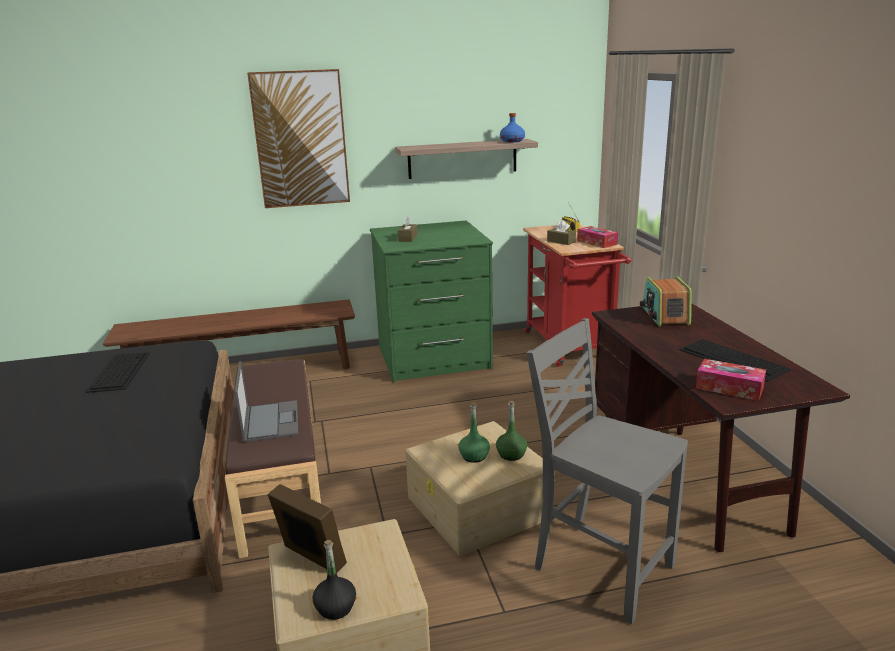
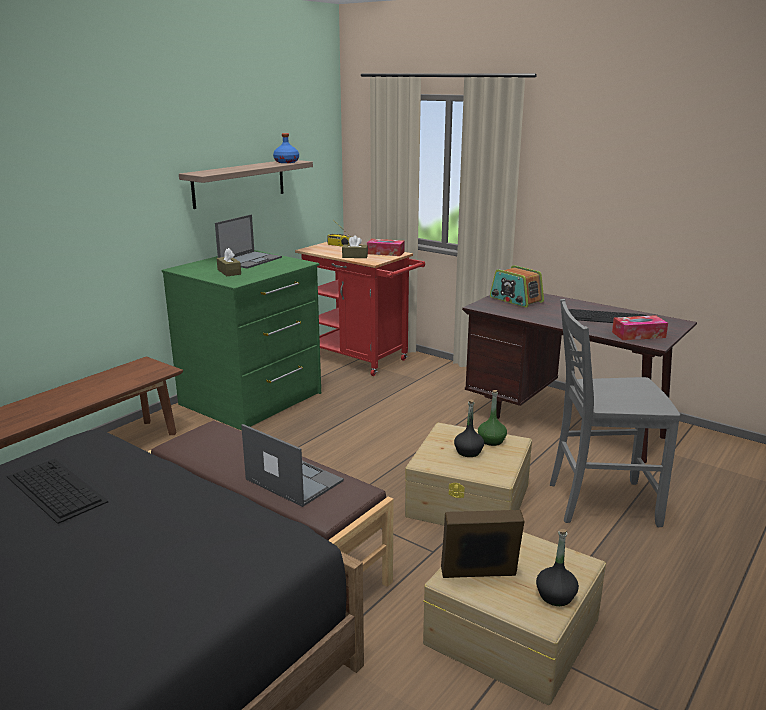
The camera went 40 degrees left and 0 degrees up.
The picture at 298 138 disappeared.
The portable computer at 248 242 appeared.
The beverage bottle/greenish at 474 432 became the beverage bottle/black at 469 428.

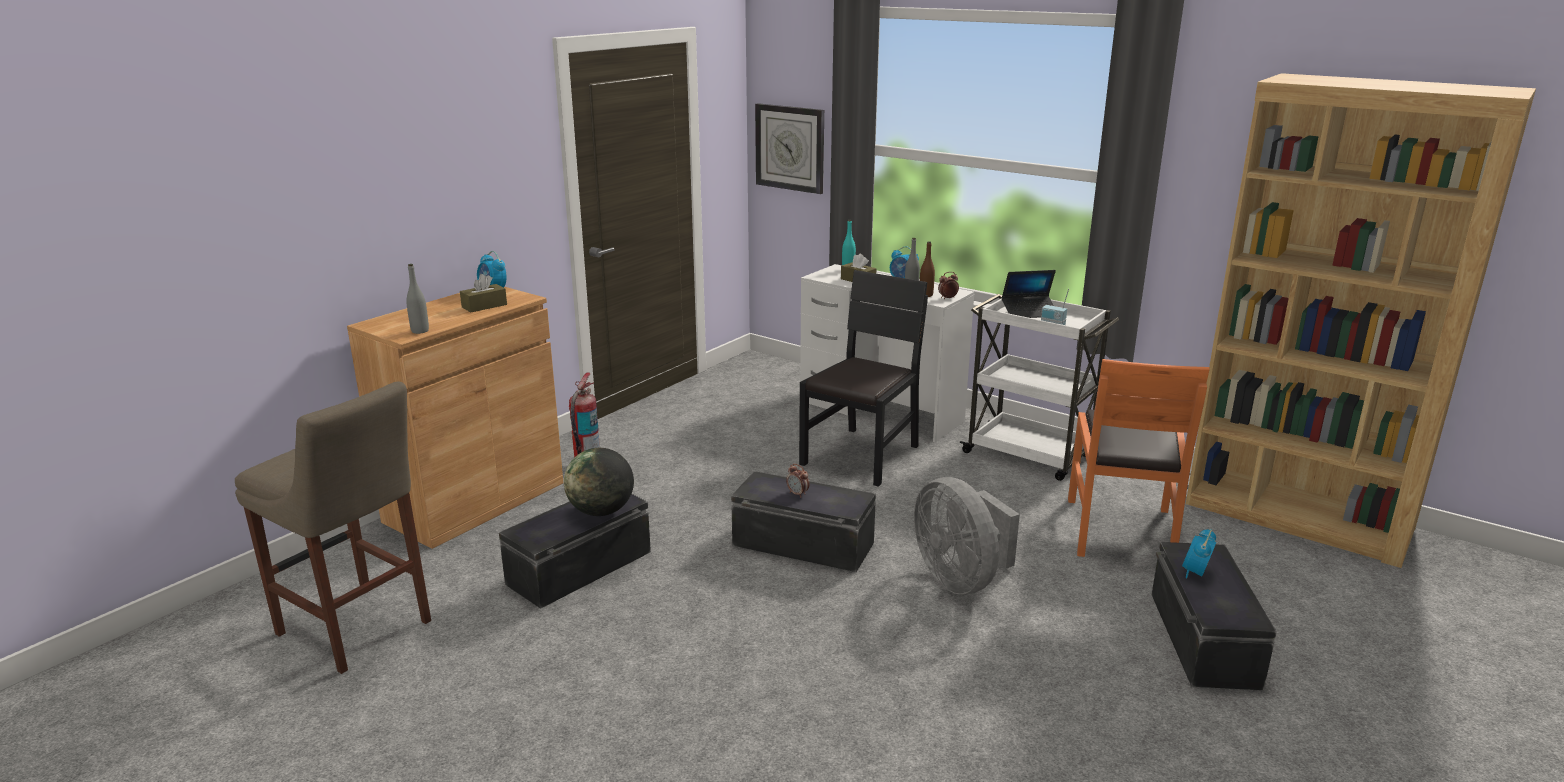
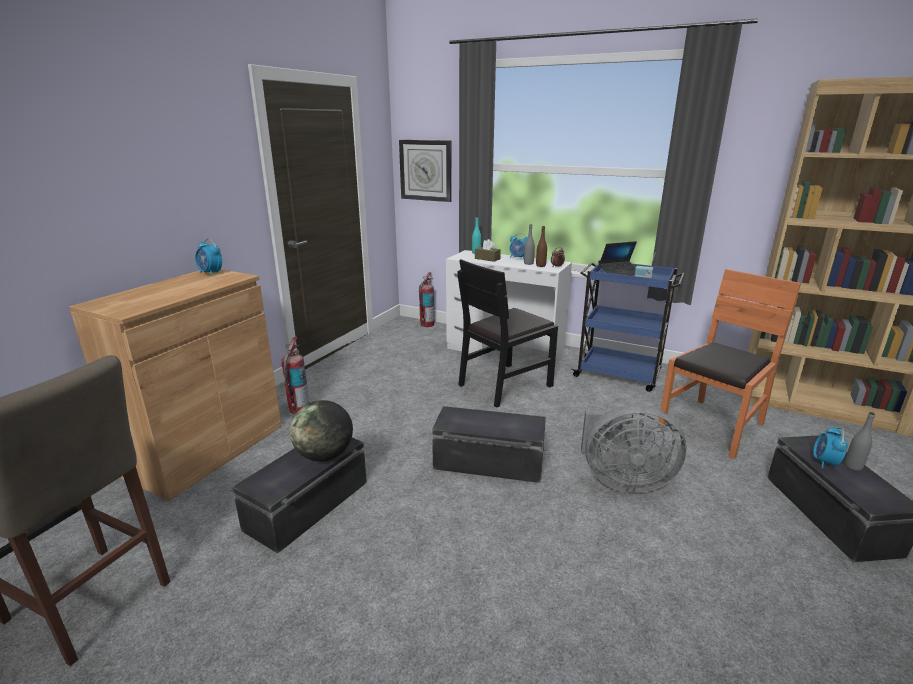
The camera went 10 degrees left and 0 degrees up.
The tissue box/brown at 483 293 disappeared.
The table clock at 797 480 disappeared.
The fire-fighting cylinder at 427 299 appeared.
The beverage bottle/gray moved from 417 299 to 860 441.
The wheeled cart/whitish at 1039 387 became the wheeled cart/blue at 628 326.
The upright chair/black at 863 378 turned 150 degrees counterclockwise.
The electric fan/gray at 967 535 turned 45 degrees counterclockwise.
The upright chair/orangey at 1138 458 turned 135 degrees counterclockwise.

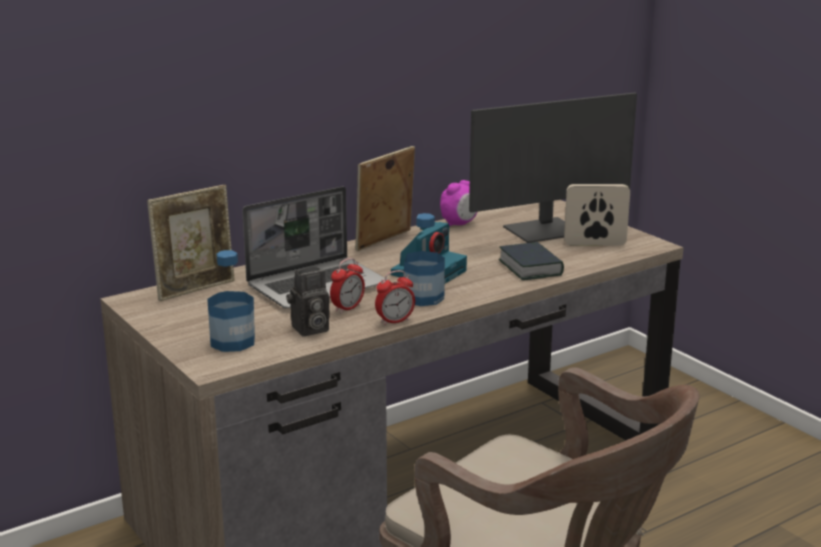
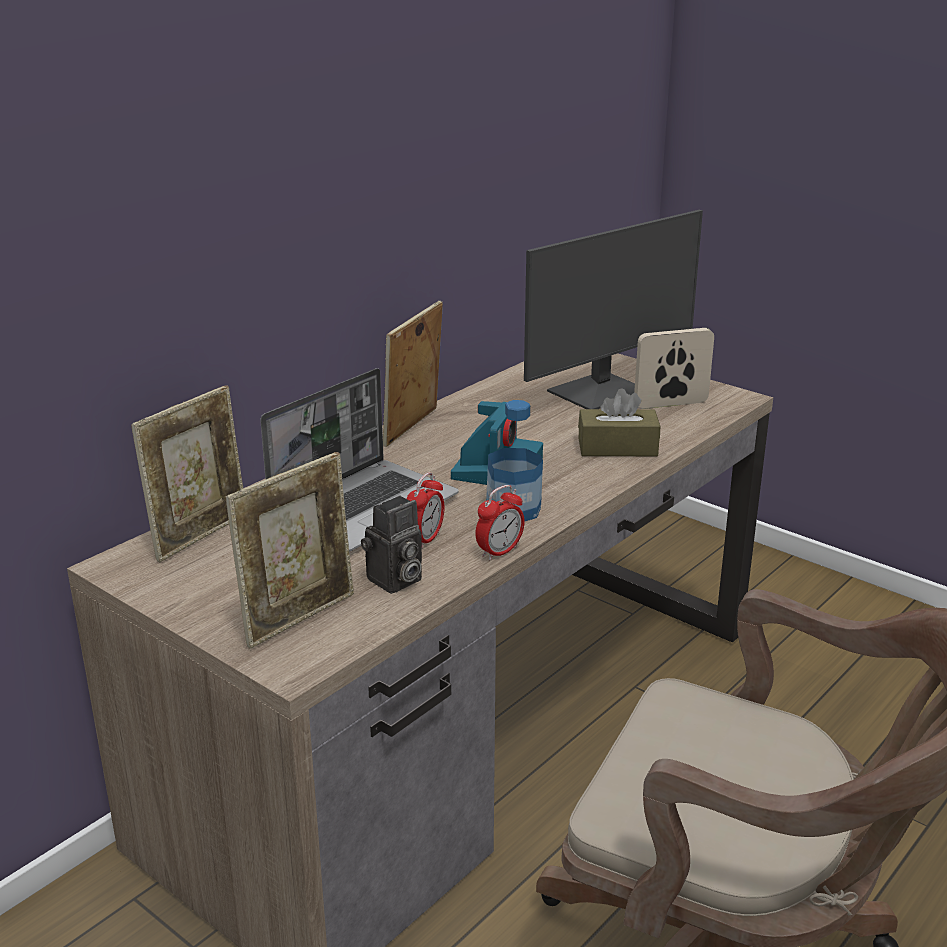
The camera went 15 degrees left and 5 degrees up.
The table clock at 458 203 disappeared.
The beverage bottle at 231 301 was replaced by the photo frame at 290 550.
The volume at 531 261 was replaced by the tissue box/brown at 619 422.

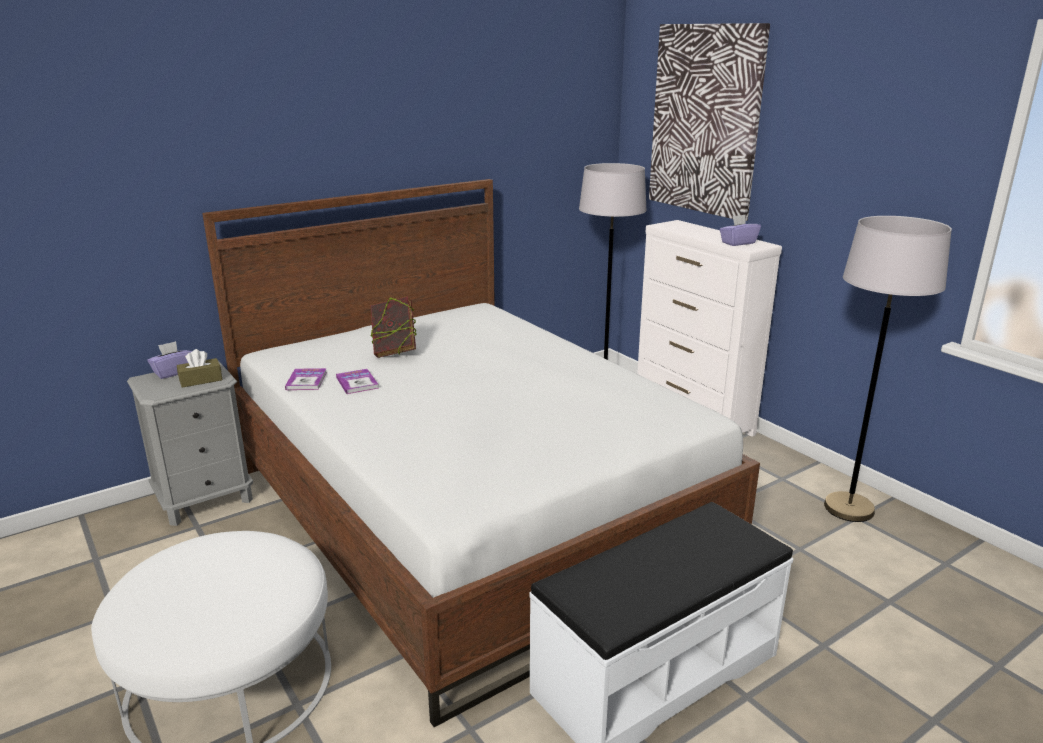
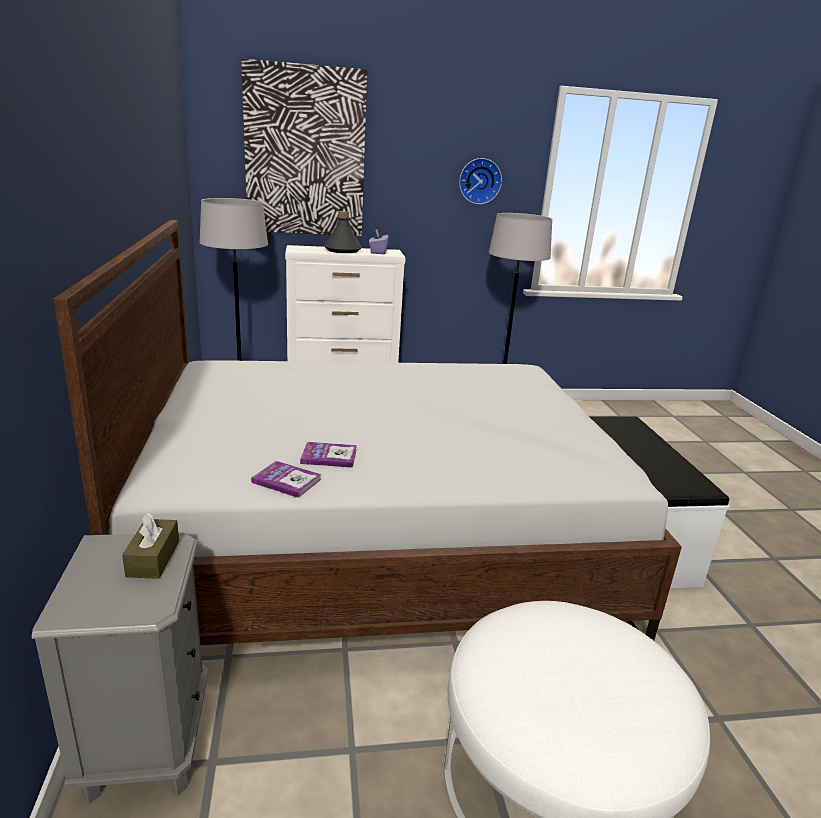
The camera went 65 degrees left and 0 degrees up.
The tissue box/purple-coloured at 169 360 disappeared.
The volume at 393 327 disappeared.
The beverage bottle/gray at 343 232 appeared.
The wall clock at 480 181 appeared.

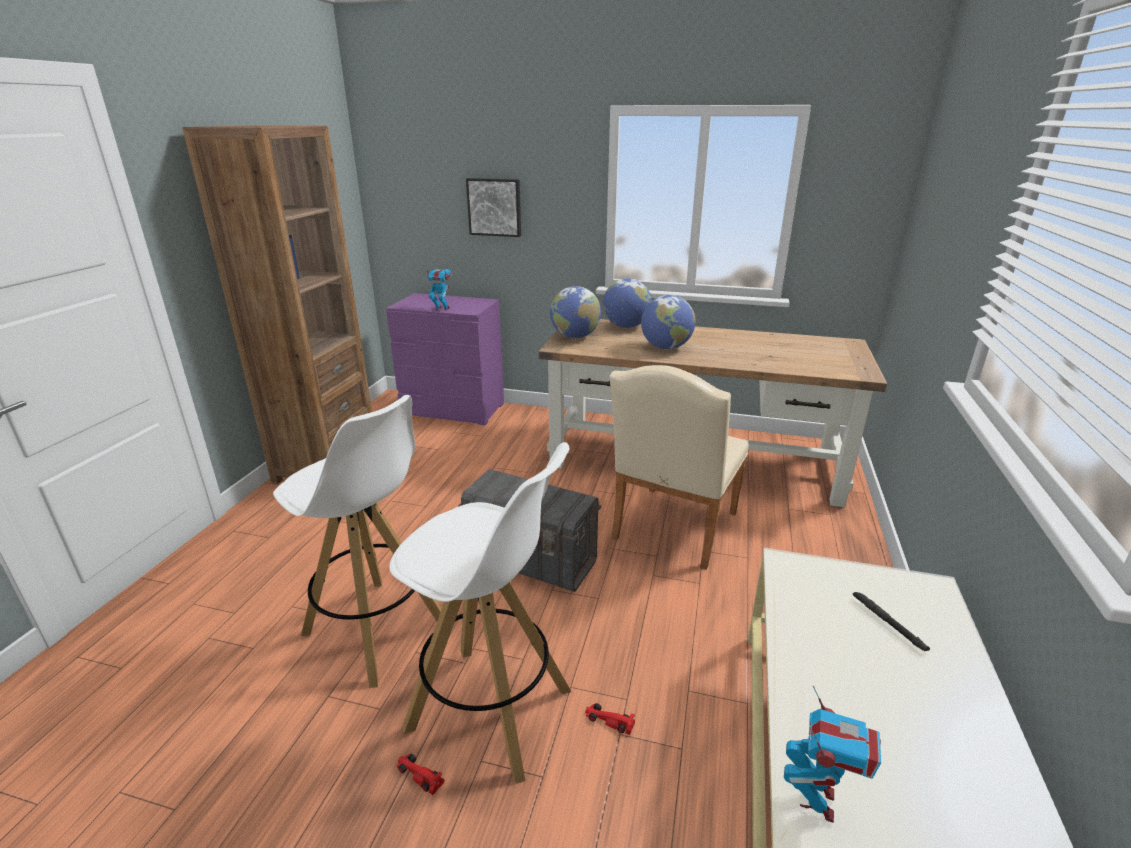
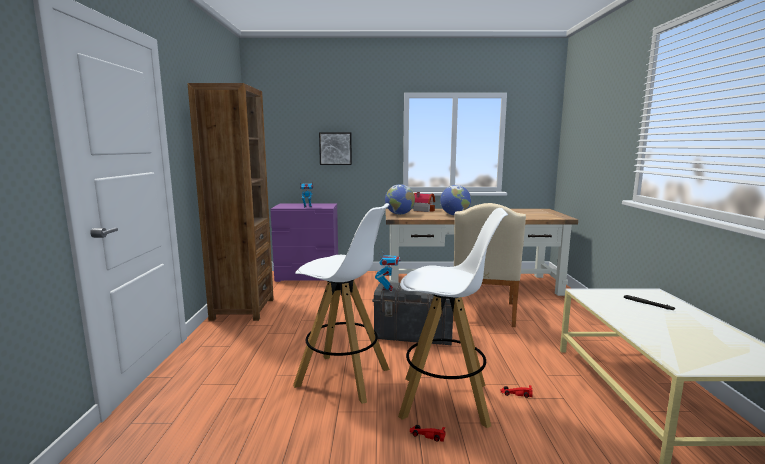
The camera went 15 degrees left and 15 degrees down.
The model robot moved from 832 754 to 388 269.
The globe at 627 303 was replaced by the miniature house at 424 202.

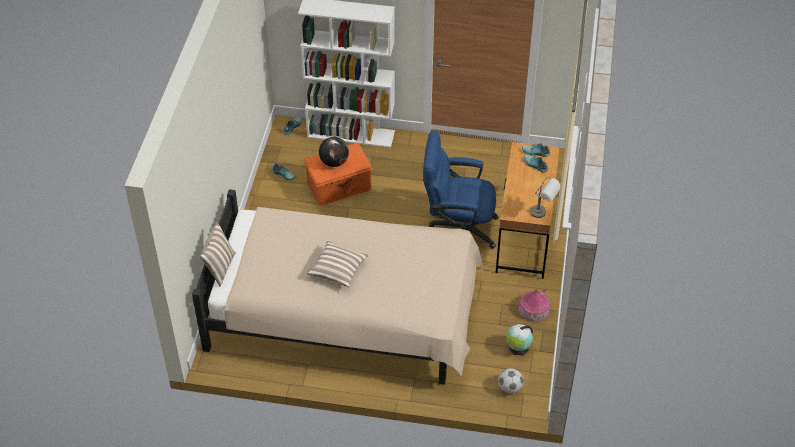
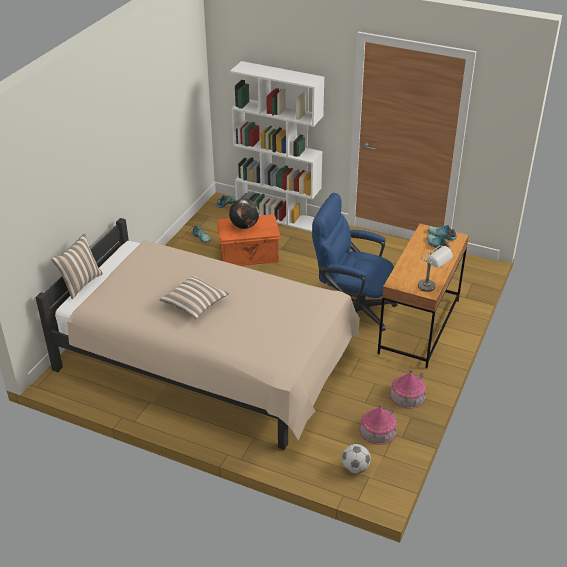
The camera went 15 degrees right and 10 degrees down.
The globe at 519 340 was replaced by the miniature house at 378 424.

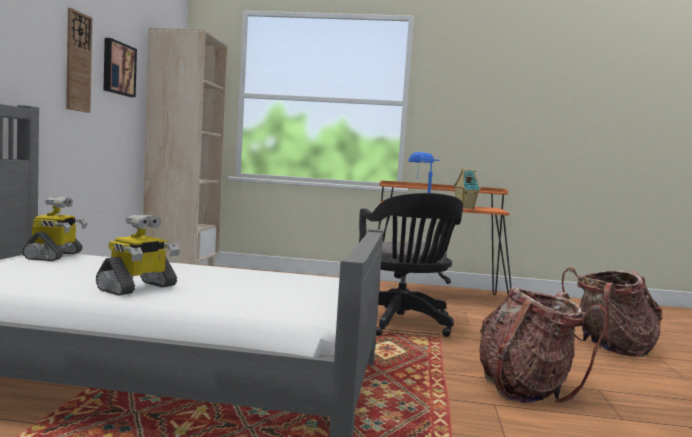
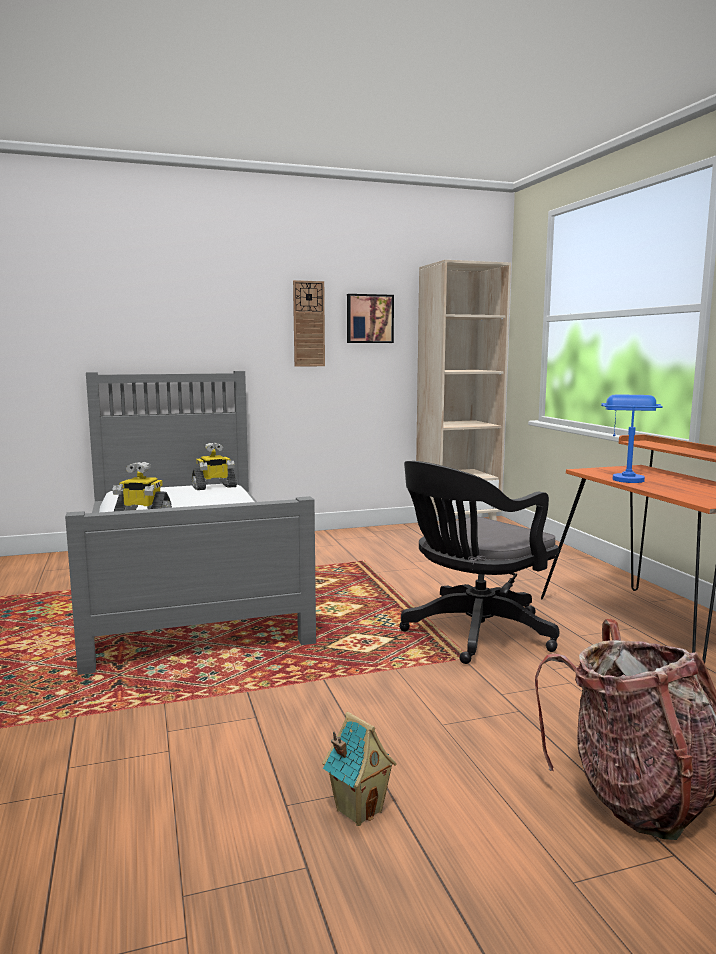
The camera went 65 degrees right and 5 degrees up.
The knapsack at 543 345 disappeared.
The miniature house moved from 467 189 to 359 769.

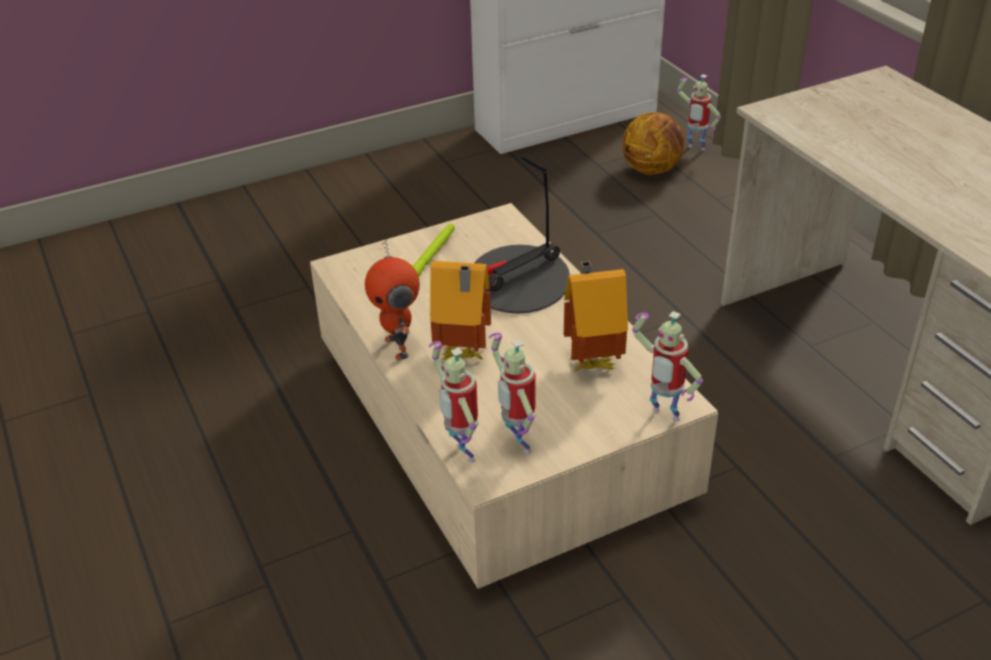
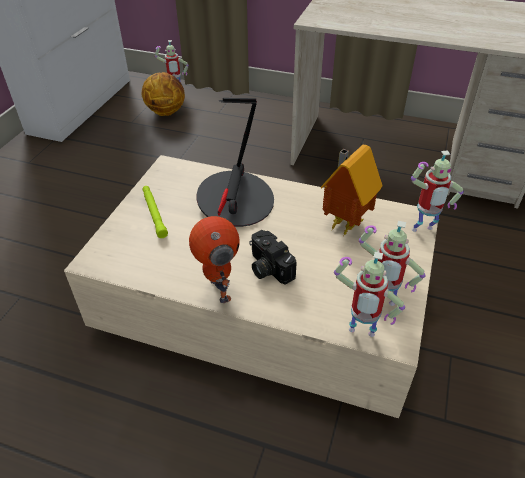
The camera went 45 degrees left and 5 degrees up.
The miniature house at 460 310 was replaced by the still camera at 273 257.
The model robot at 392 299 turned 135 degrees counterclockwise.

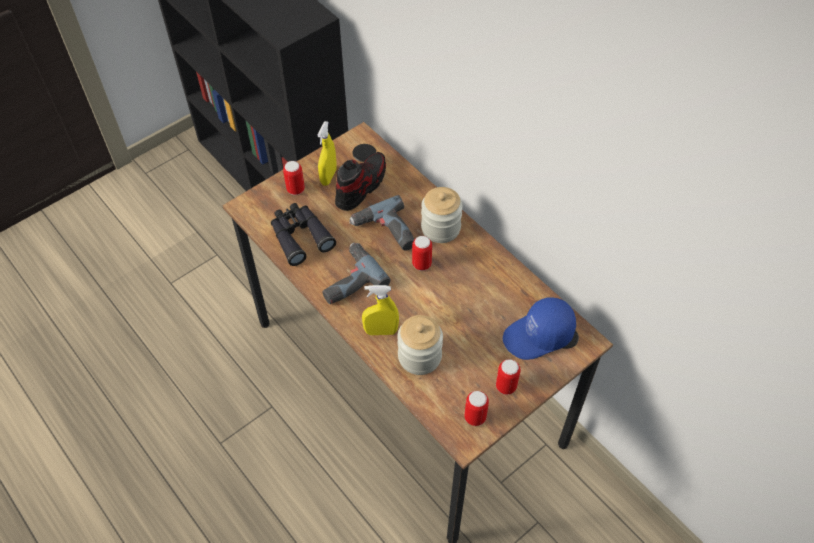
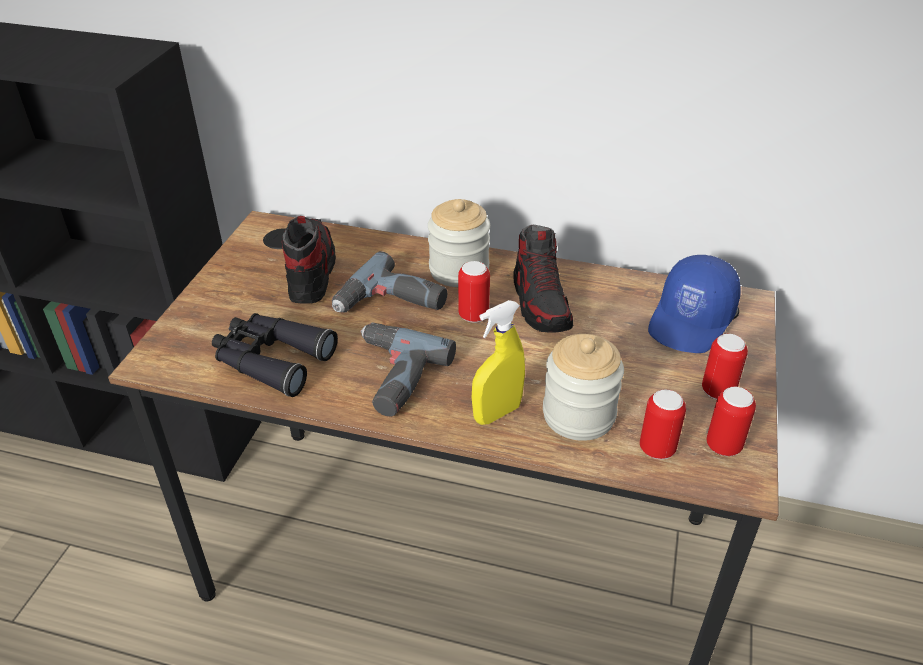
The camera went 35 degrees left and 15 degrees down.
The spray bottle/yellow-coloured at 327 153 disappeared.
The shoe at 543 279 appeared.
The can moved from 294 178 to 663 424.

